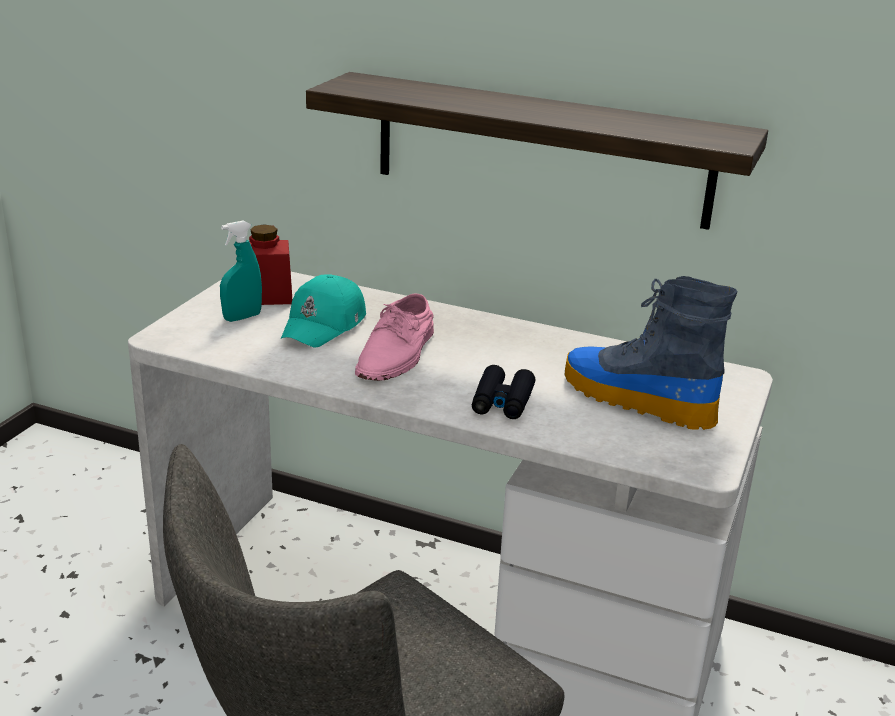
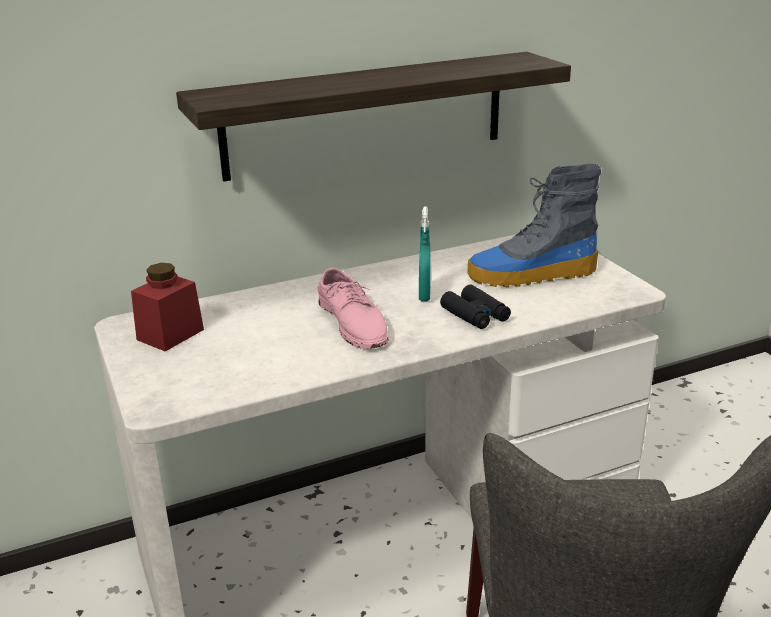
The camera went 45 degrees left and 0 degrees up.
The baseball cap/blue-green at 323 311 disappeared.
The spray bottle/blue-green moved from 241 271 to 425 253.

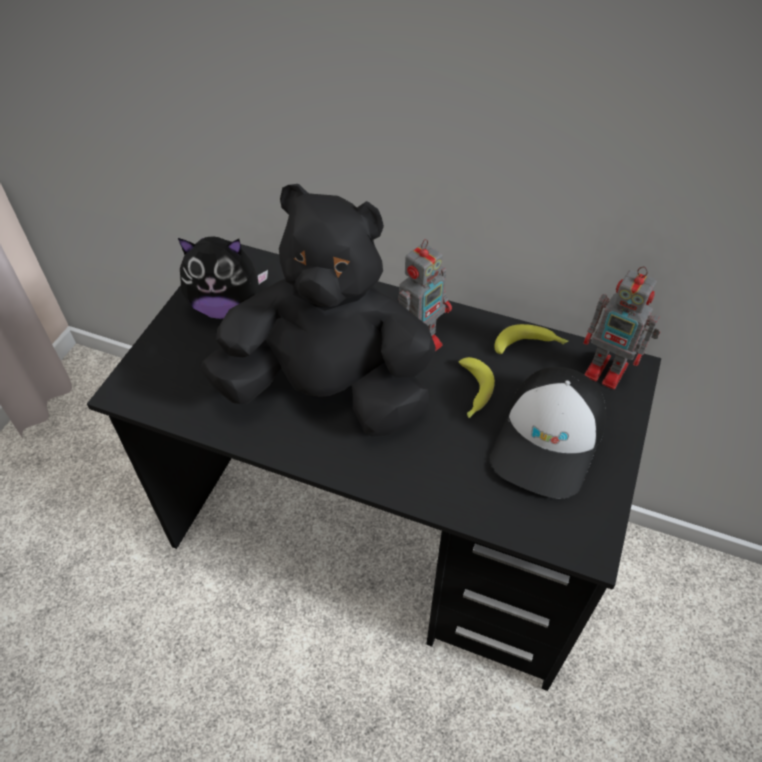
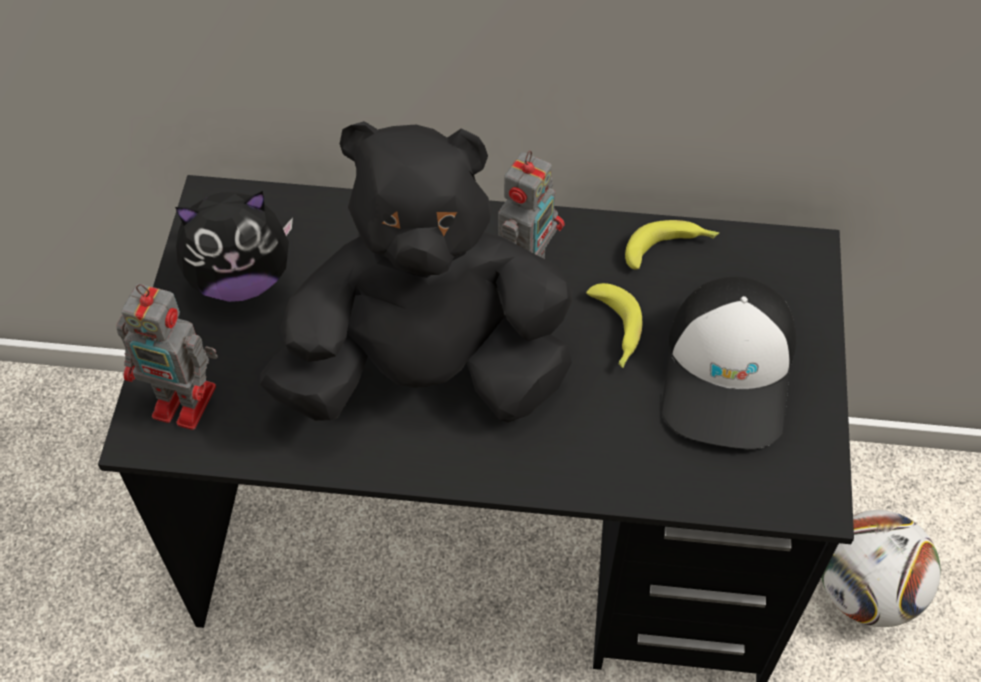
The camera went 15 degrees left and 5 degrees up.
The ball for football at 881 568 appeared.
The model robot moved from 621 327 to 167 357.

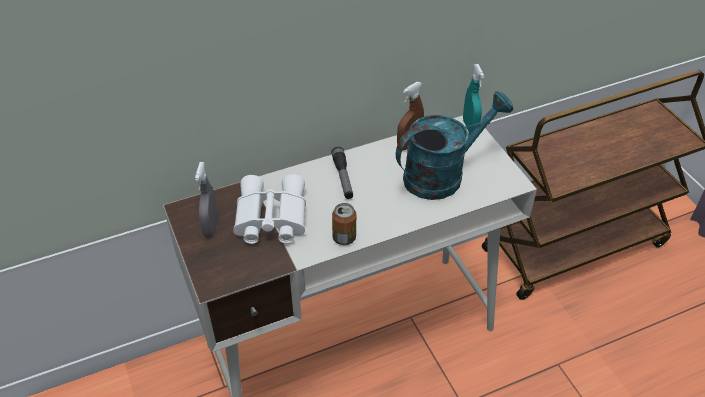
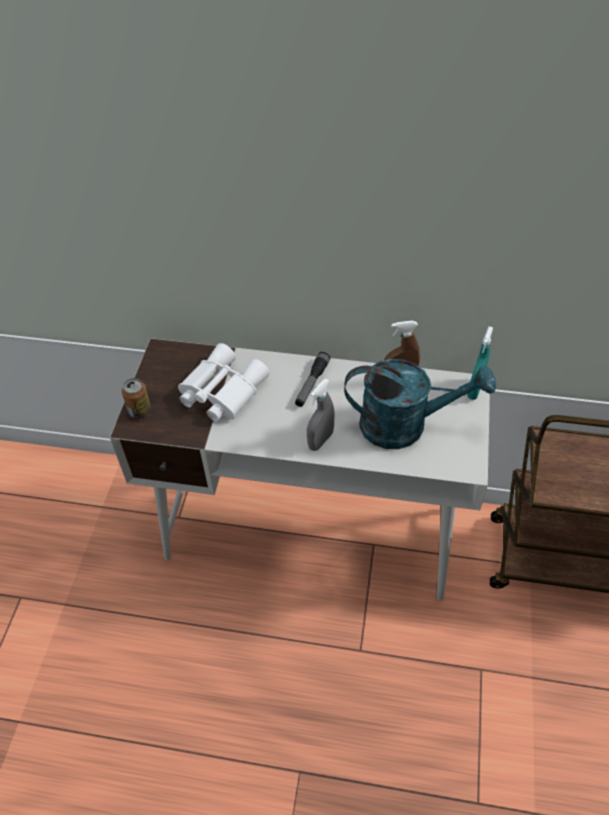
The camera went 35 degrees right and 5 degrees up.
The spray bottle/gray moved from 206 200 to 321 415.
The can moved from 344 224 to 136 398.

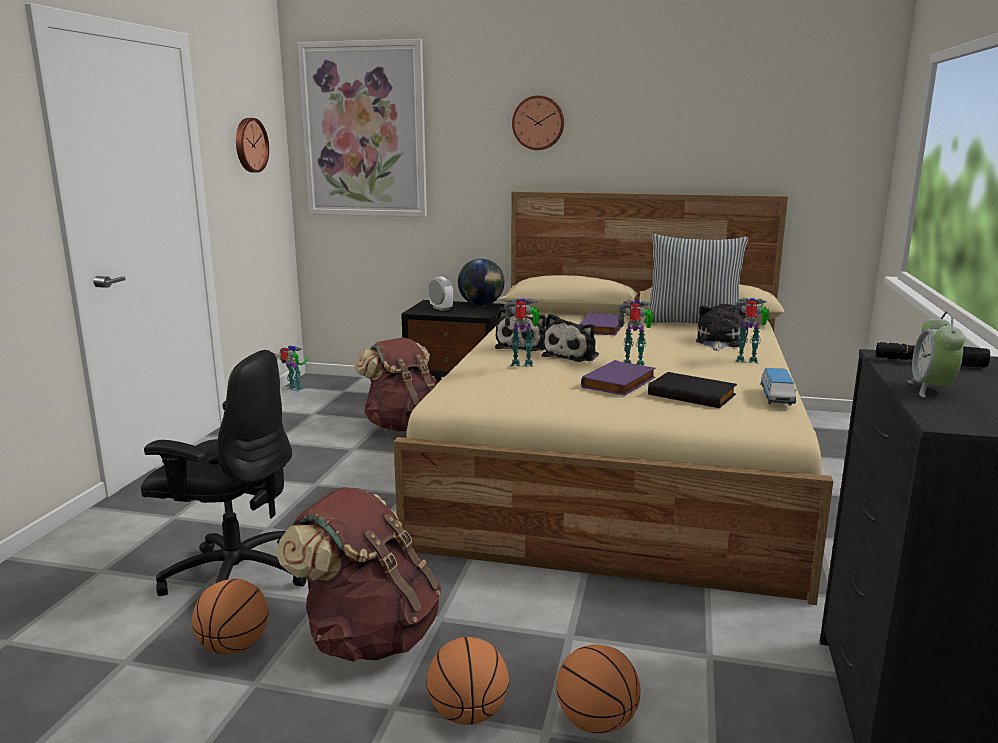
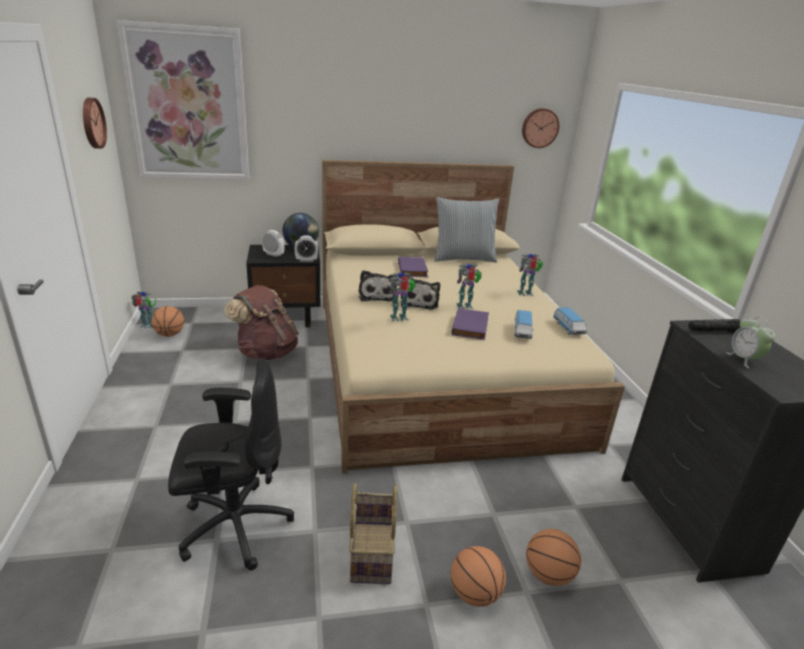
The camera went 25 degrees left and 10 degrees up.
The soft toy at 722 327 disappeared.
The table clock at 306 248 appeared.
The basketball moved from 230 617 to 167 321.
The wall clock moved from 538 122 to 541 128.
The knapsack/brown at 359 574 was replaced by the basket at 373 533.
The volume/black at 692 390 was replaced by the miniature car at 524 324.

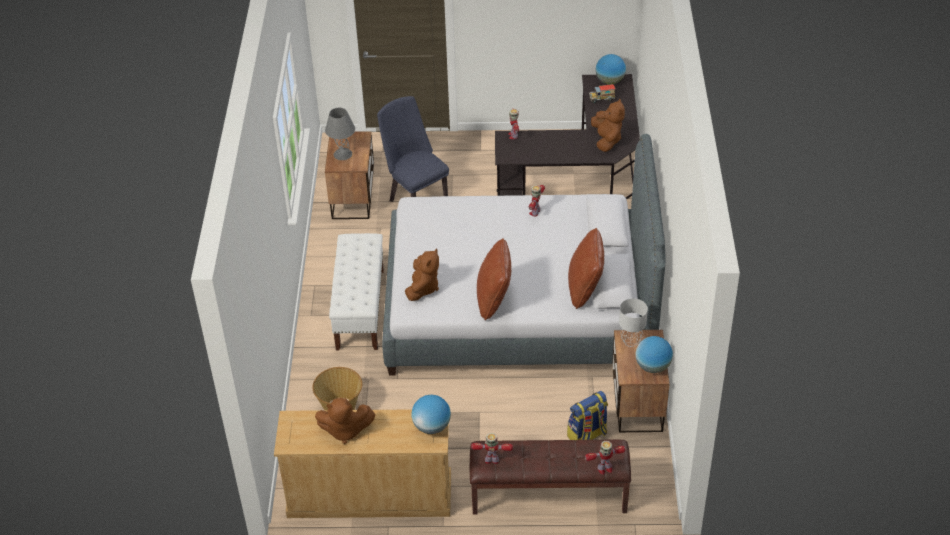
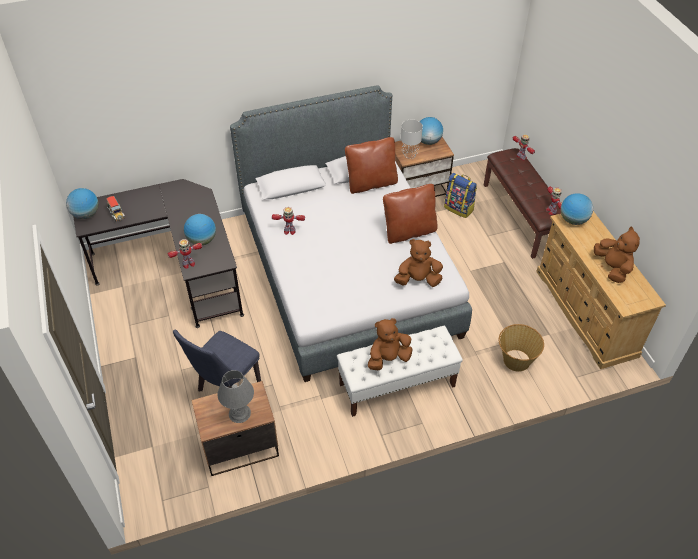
The camera went 110 degrees left and 5 degrees up.
The globe at 200 229 appeared.
The soft toy/brown moved from 608 125 to 390 344.

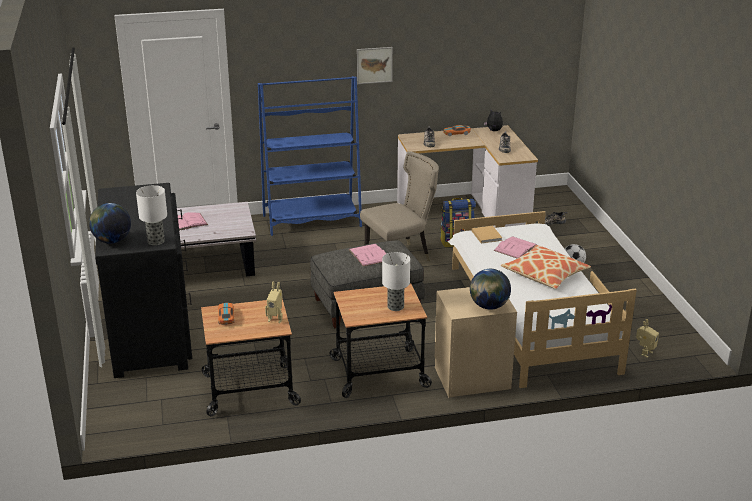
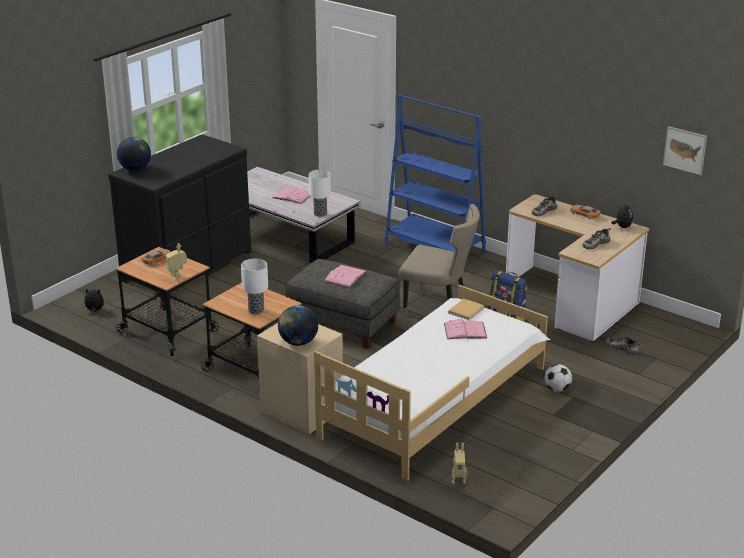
The camera went 50 degrees right and 0 degrees up.
The cushion at 546 267 disappeared.
The soft toy at 93 300 appeared.
The table lamp moved from 151 215 to 320 193.
The picture moved from 375 65 to 685 150.

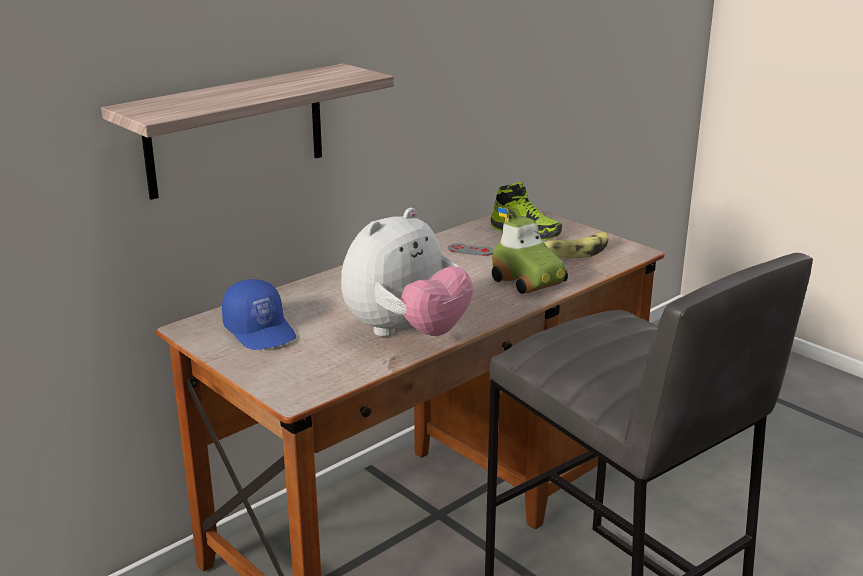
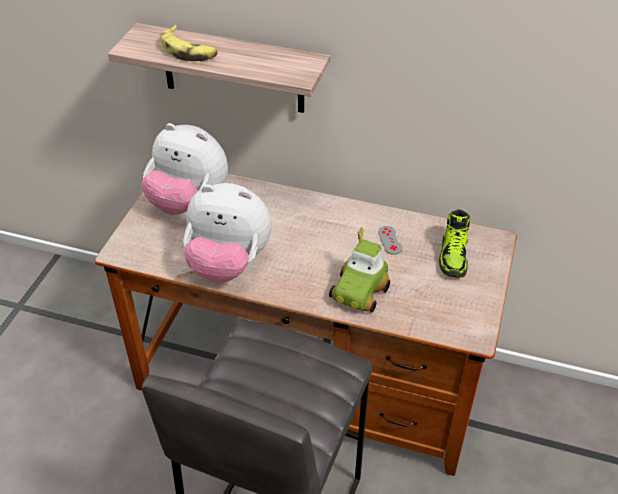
The camera went 60 degrees right and 20 degrees up.
The banana moved from 576 245 to 189 43.
The baseball cap/blue at 259 314 was replaced by the soft toy at 184 169.

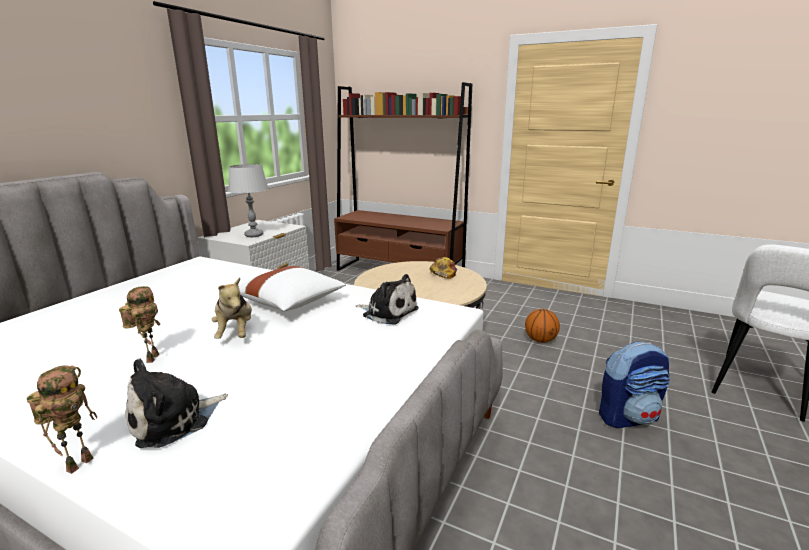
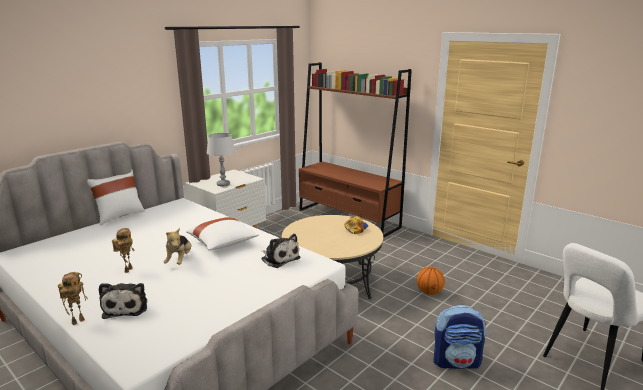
The camera went 15 degrees right and 0 degrees up.
The cushion/whitish at 116 197 appeared.
The soft toy at 176 403 turned 75 degrees counterclockwise.

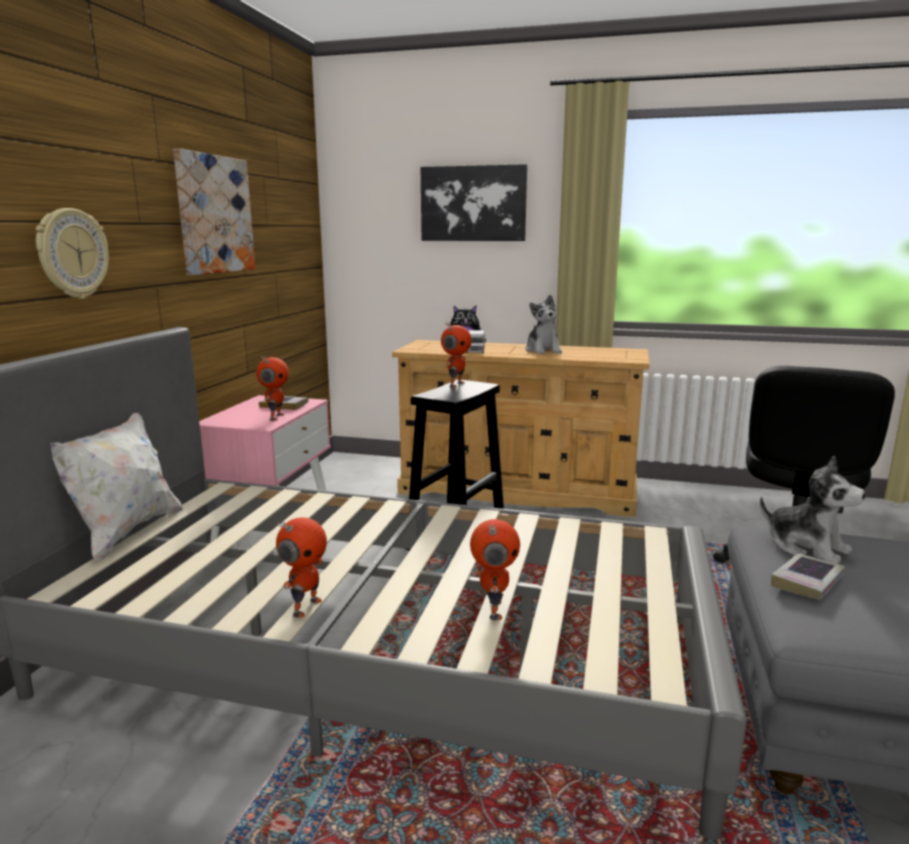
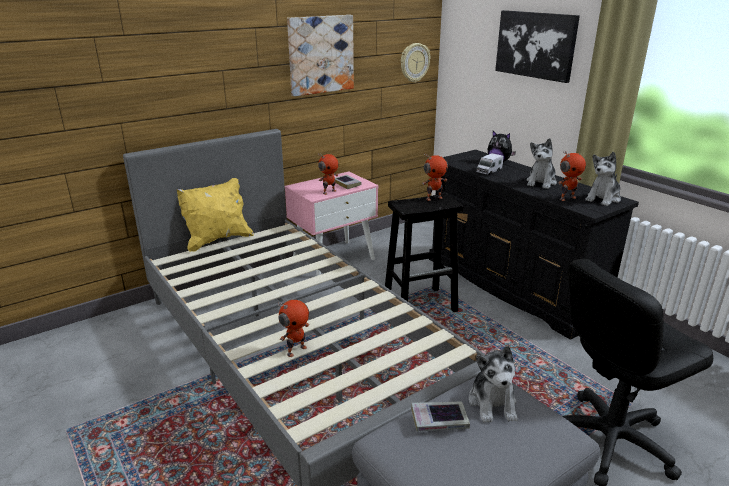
The camera went 40 degrees right and 10 degrees up.
The soft toy at 603 179 appeared.
The wall clock moved from 72 253 to 415 63.
The model robot moved from 301 567 to 572 176.
The cushion/whitish at 116 487 became the cushion/yellow-coloured at 215 215.
The drawer chest/beige at 521 428 became the drawer chest/black at 534 245.

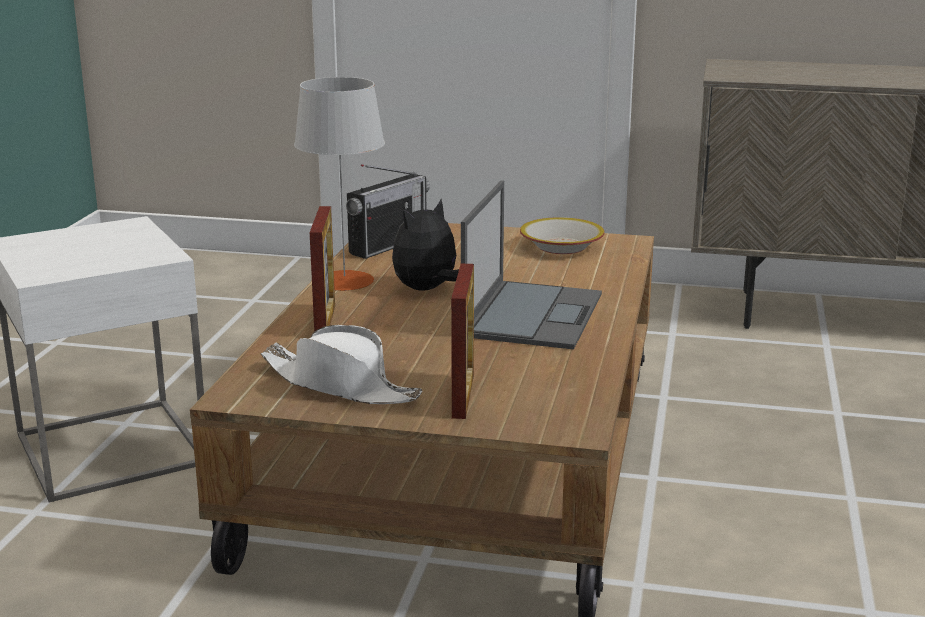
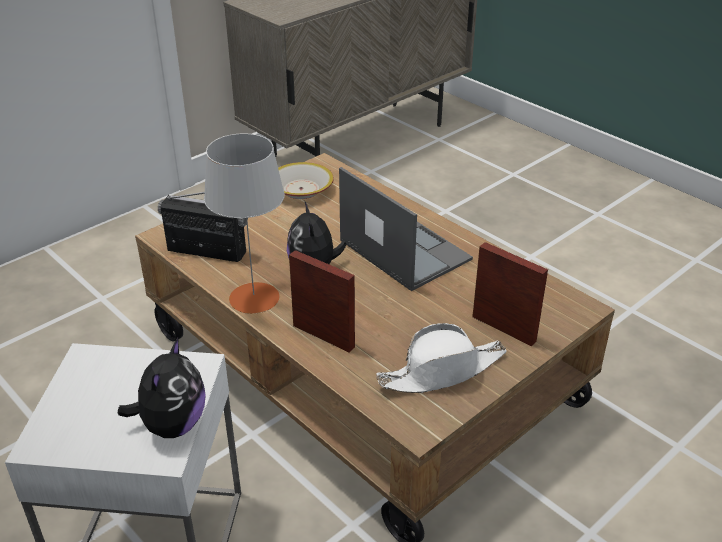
The camera went 55 degrees left and 15 degrees up.
The soft toy at 161 387 appeared.
The radio set at 388 211 turned 60 degrees counterclockwise.

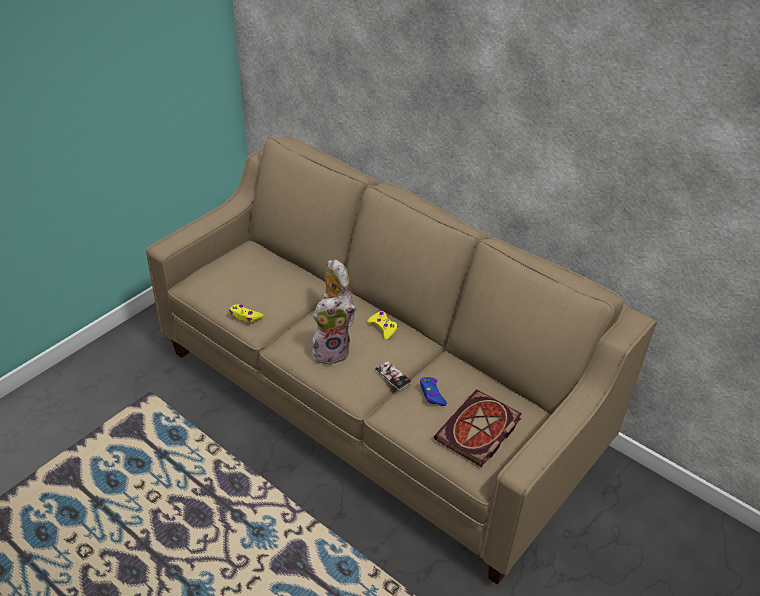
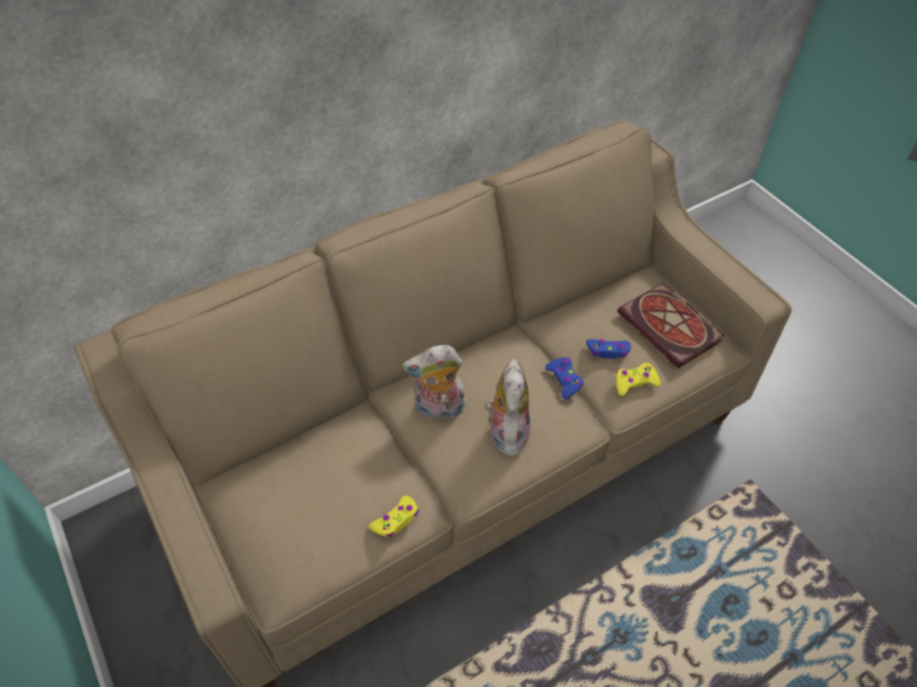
The camera went 70 degrees left and 10 degrees up.
The gamepad/yellow-coloured moved from 382 325 to 638 379.
The telephone at 393 375 was replaced by the gamepad/blue at 564 378.

